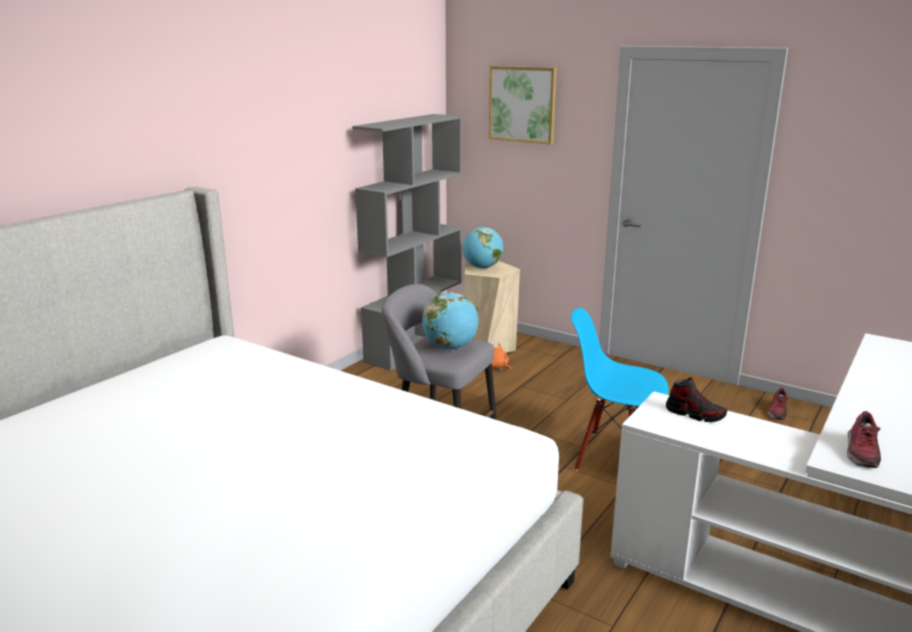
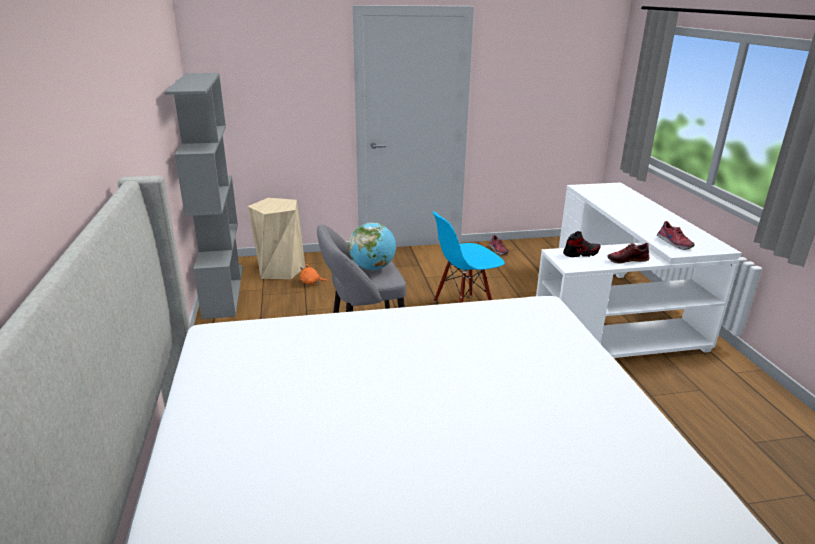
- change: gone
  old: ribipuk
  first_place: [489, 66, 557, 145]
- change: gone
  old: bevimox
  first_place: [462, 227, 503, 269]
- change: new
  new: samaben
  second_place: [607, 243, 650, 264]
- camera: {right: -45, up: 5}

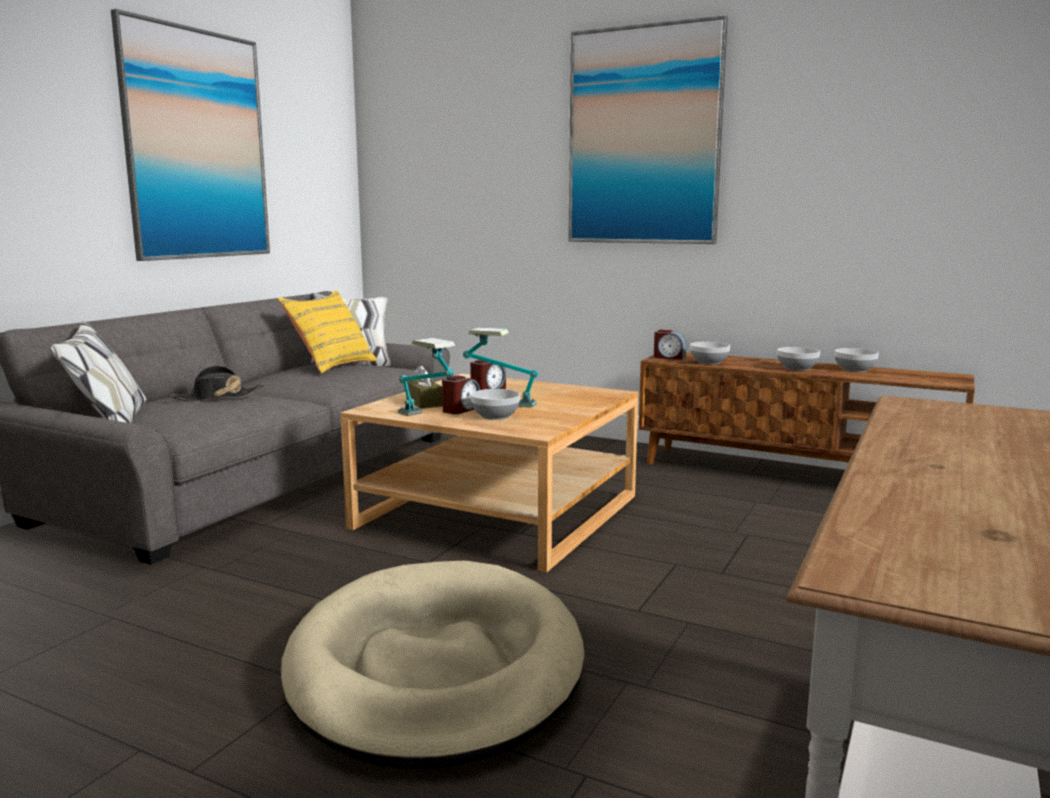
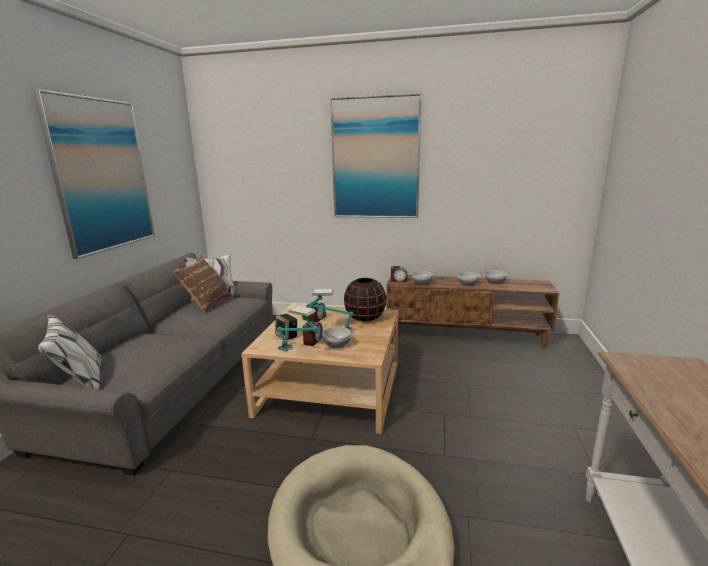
- change: repainted
  old: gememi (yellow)
  new: gememi (brown)
  first_place: [278, 290, 377, 373]
  second_place: [171, 256, 231, 313]
- change: swapped
  old: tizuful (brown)
  new: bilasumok
  first_place: [406, 365, 443, 409]
  second_place: [275, 314, 297, 340]
- change: gone
  old: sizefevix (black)
  first_place: [170, 366, 264, 402]
- change: new
  new: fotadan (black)
  second_place: [344, 278, 386, 322]
- camera: {right: -15, up: 5}

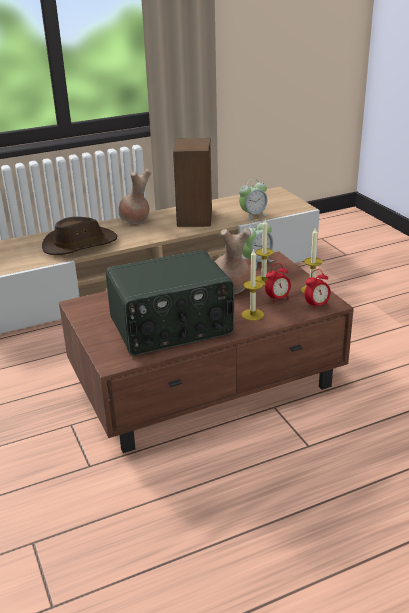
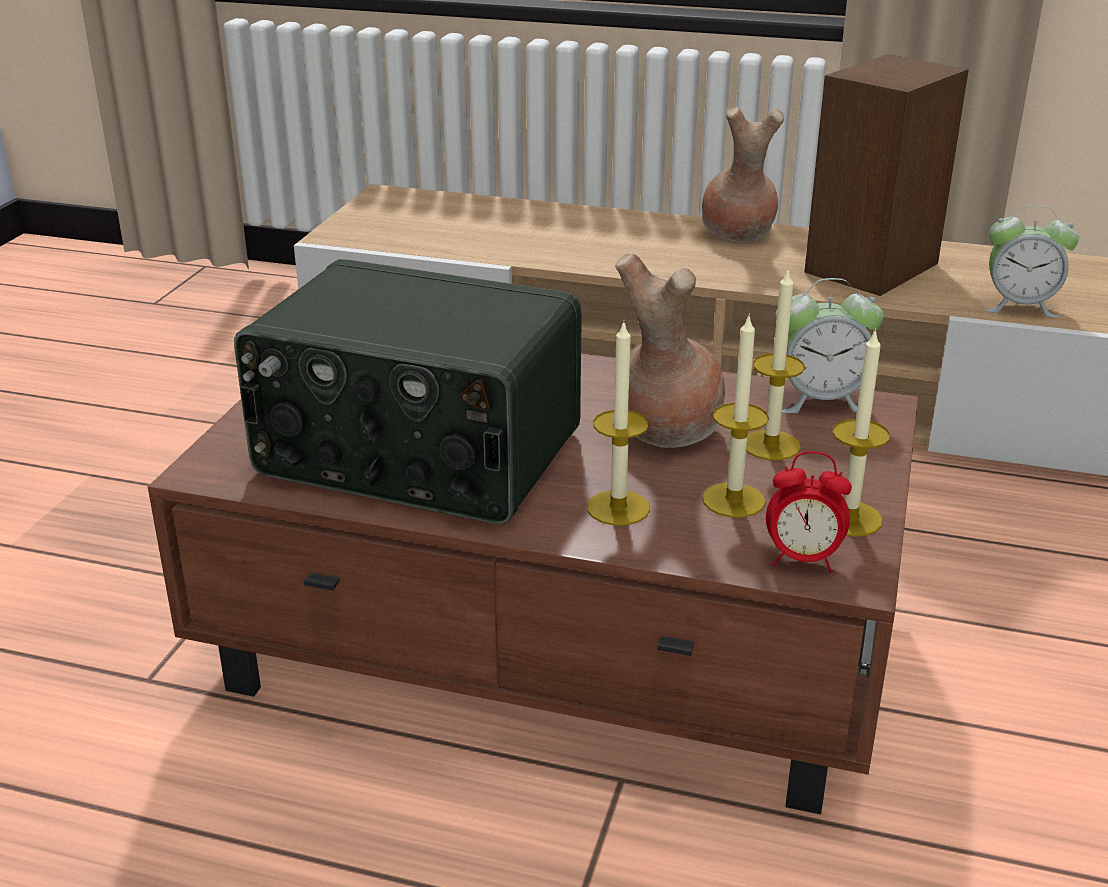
- change: gone
  old: sizefevix (brown)
  first_place: [42, 217, 117, 255]
- change: swapped
  old: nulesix
  new: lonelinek
  first_place: [265, 263, 291, 302]
  second_place: [702, 313, 769, 518]
- camera: {right: 40, up: 0}

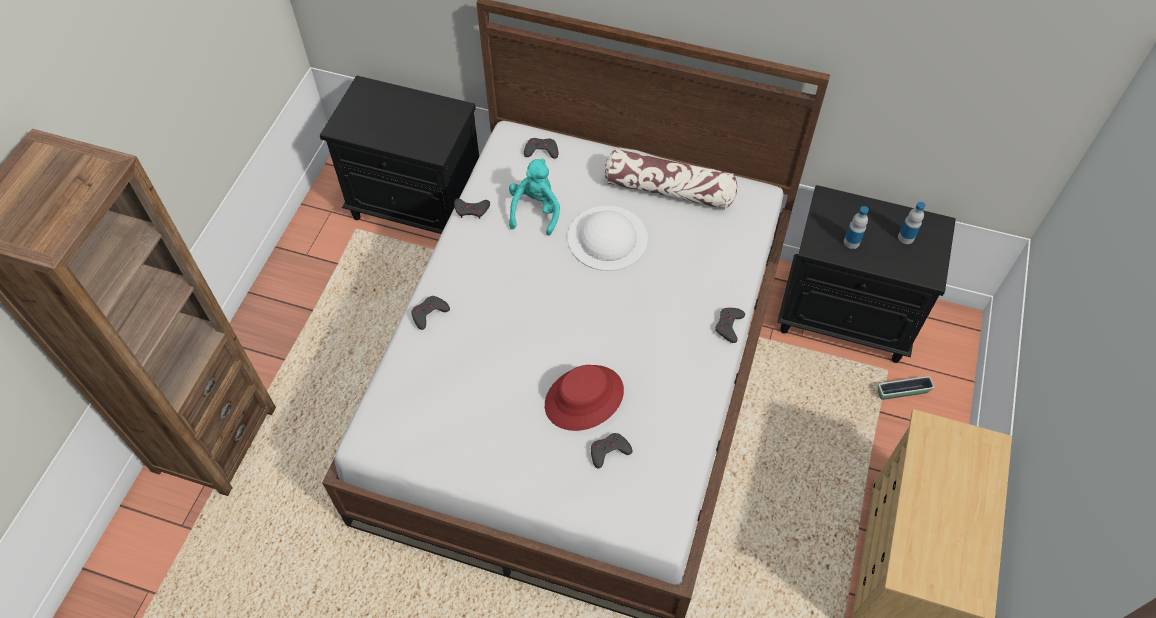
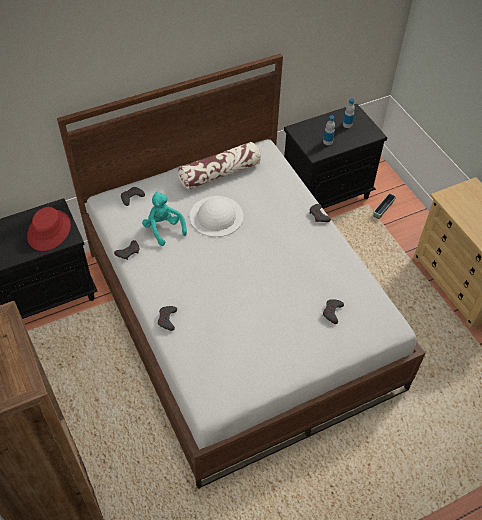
- change: shifted
  old: sizefevix (red)
  first_place: [545, 365, 624, 431]
  second_place: [27, 207, 71, 251]
- camera: {right: -45, up: -5}

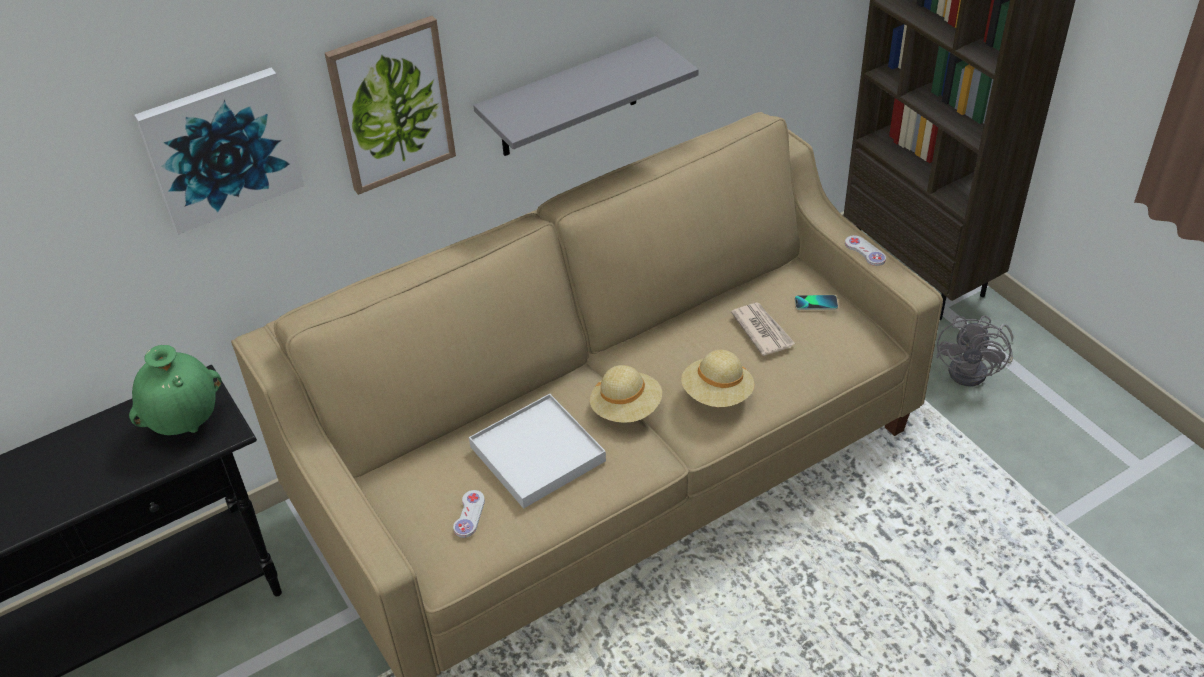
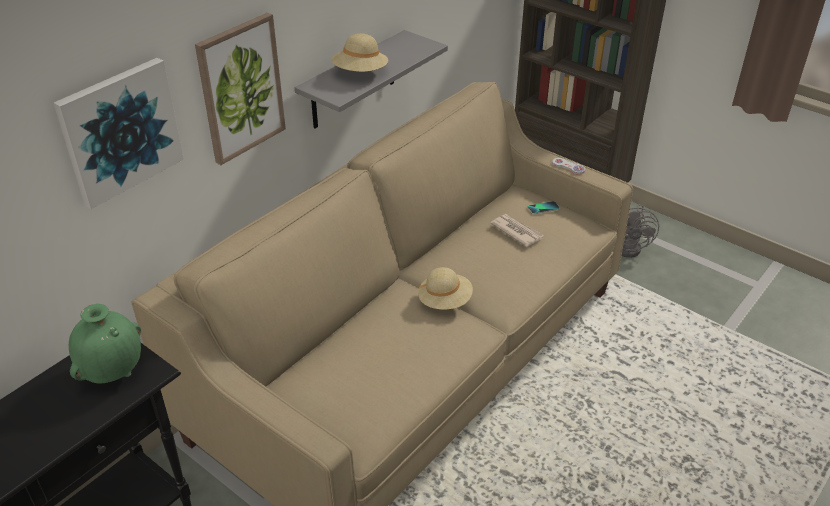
- change: shifted
  old: sizefevix (beige)
  first_place: [681, 350, 754, 407]
  second_place: [331, 33, 388, 72]
- change: gone
  old: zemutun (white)
  first_place: [469, 394, 606, 509]
- change: gone
  old: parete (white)
  first_place: [453, 490, 485, 538]
- camera: {right: -20, up: -5}

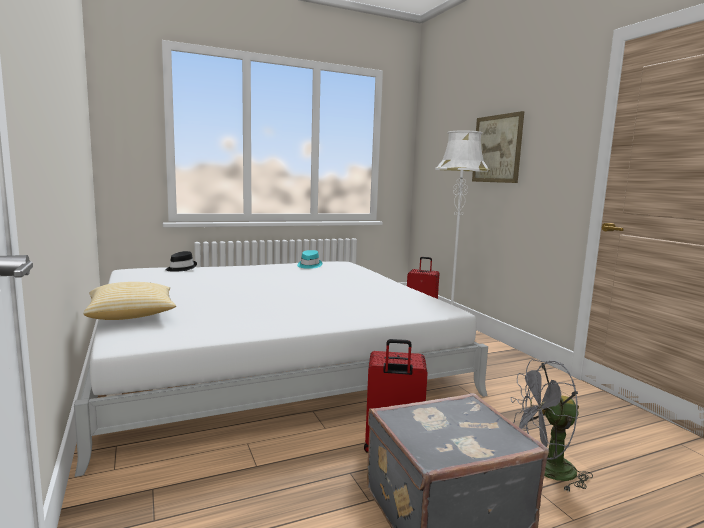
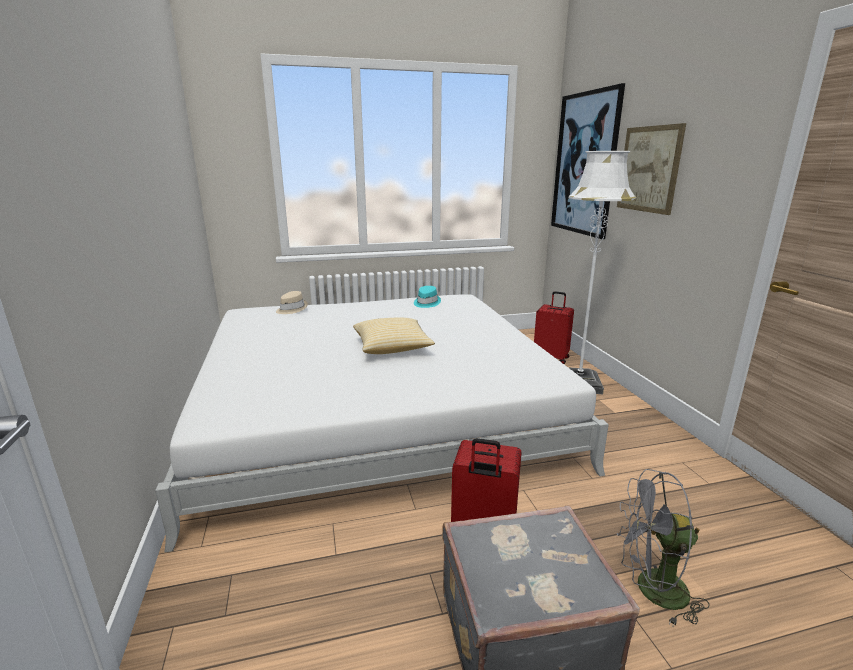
- change: repainted
  old: sizefevix (black)
  new: sizefevix (beige)
  first_place: [165, 251, 197, 271]
  second_place: [276, 291, 308, 314]
- change: shifted
  old: gememi
  first_place: [83, 282, 176, 320]
  second_place: [353, 318, 435, 354]
- change: new
  new: ribipuk
  second_place: [551, 83, 625, 239]
- camera: {right: 10, up: 10}

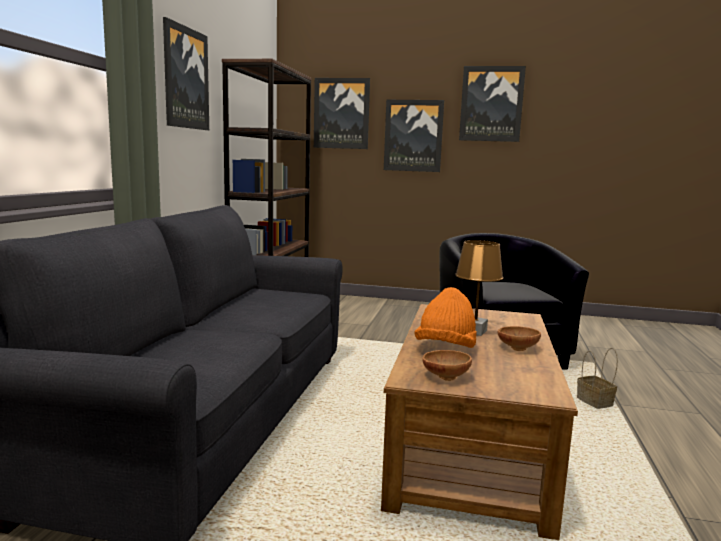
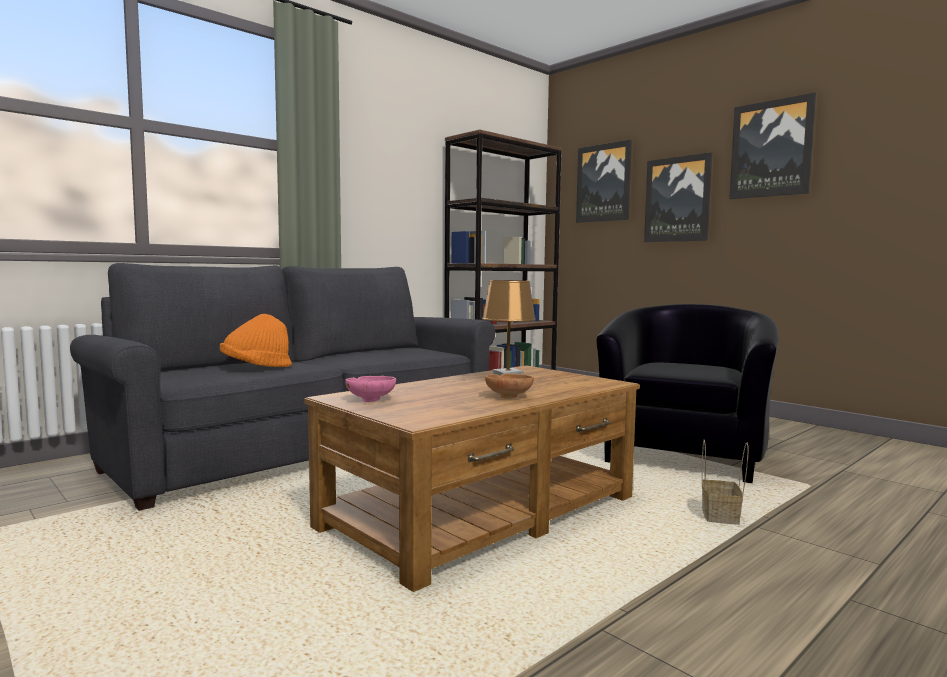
- change: gone
  old: ribipuk
  first_place: [163, 17, 209, 130]
- change: shifted
  old: sizefevix (orange)
  first_place: [414, 287, 477, 348]
  second_place: [220, 314, 292, 367]
- change: repainted
  old: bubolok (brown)
  new: bubolok (pink)
  first_place: [422, 350, 472, 381]
  second_place: [345, 376, 396, 402]
- camera: {right: 35, up: -5}

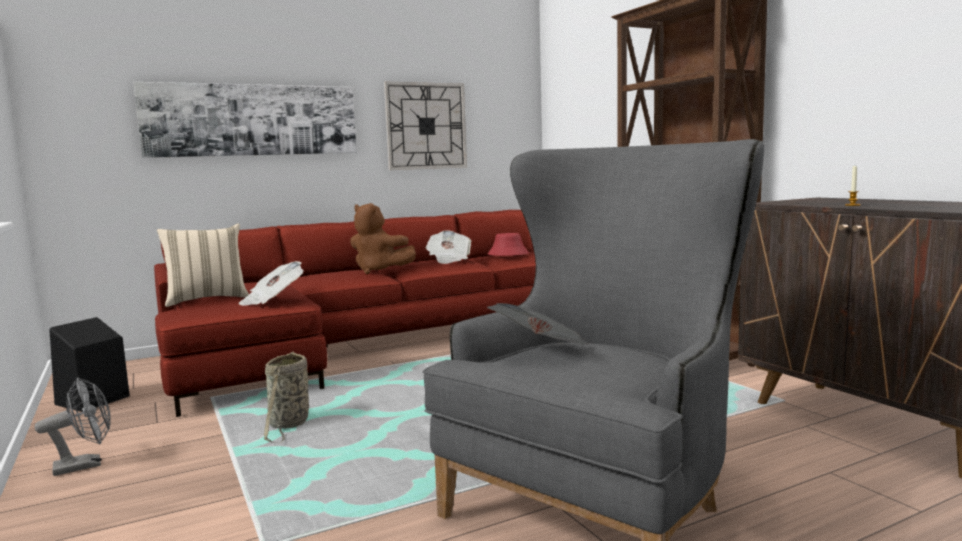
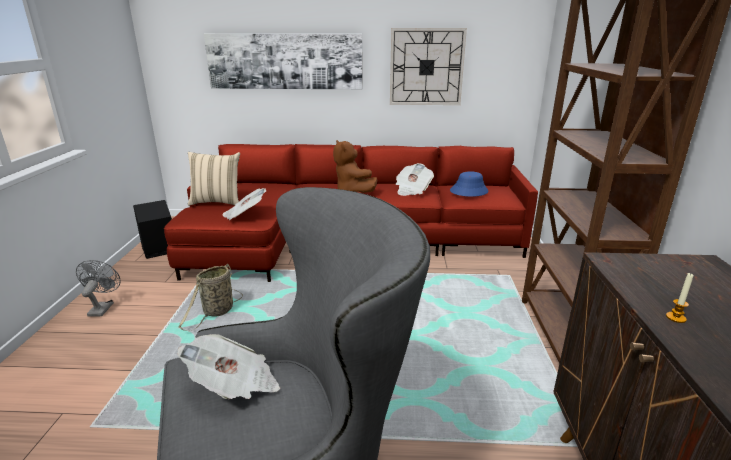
- change: repainted
  old: sizefevix (red)
  new: sizefevix (blue)
  first_place: [488, 233, 529, 256]
  second_place: [450, 171, 489, 197]
- change: rotated
  old: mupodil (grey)
  first_place: [35, 378, 111, 476]
  second_place: [76, 260, 120, 317]
  degrees: -90
- camera: {right: 30, up: 15}

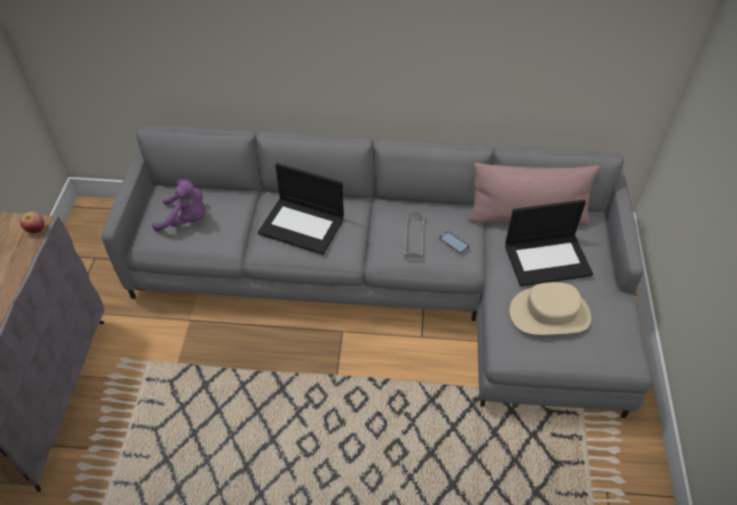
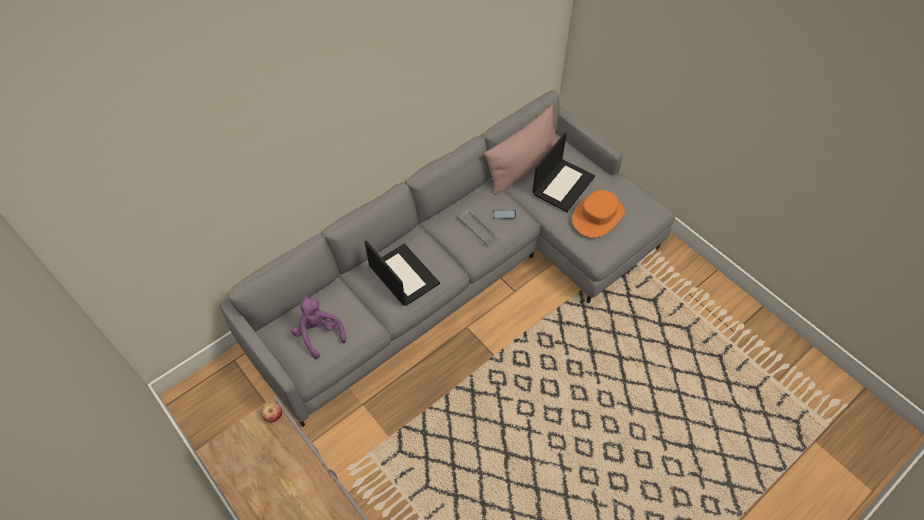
- change: rotated
  old: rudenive
  first_place: [258, 163, 344, 255]
  second_place: [365, 240, 440, 306]
  degrees: -105
- change: rotated
  old: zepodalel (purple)
  first_place: [152, 179, 205, 232]
  second_place: [291, 296, 346, 359]
  degrees: -90
- change: repainted
  old: sizefevix (beige)
  new: sizefevix (orange)
  first_place: [510, 282, 591, 335]
  second_place: [572, 190, 625, 238]
- camera: {right: -45, up: 5}

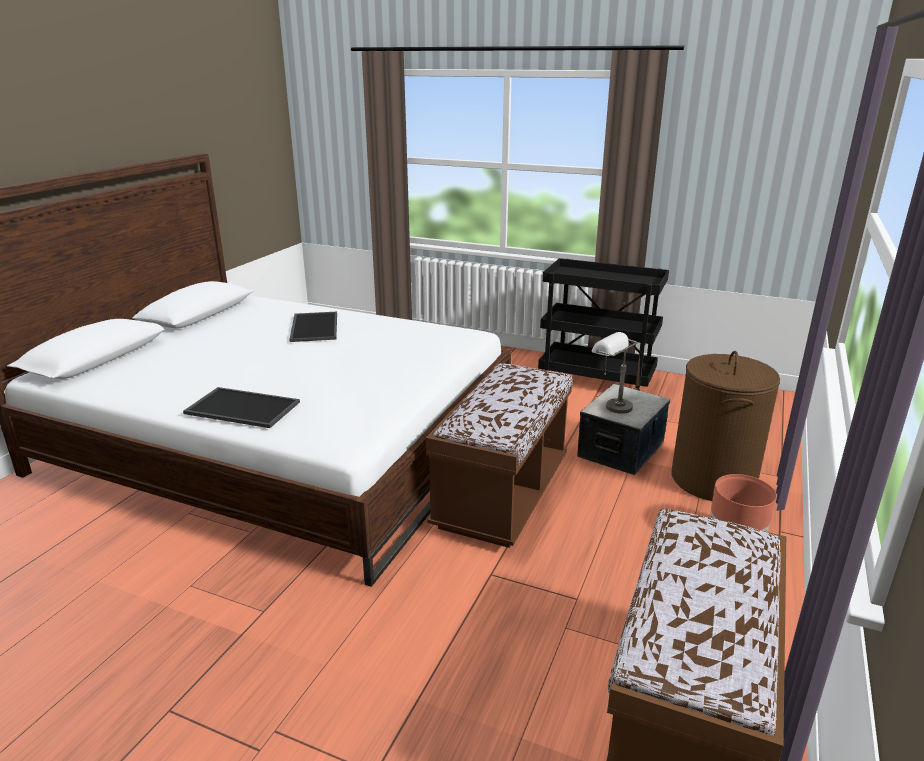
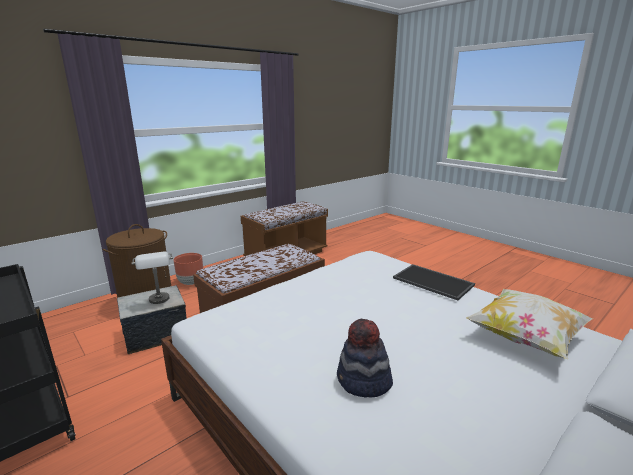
- change: swapped
  old: zemutun
  new: sizefevix
  first_place: [289, 312, 337, 342]
  second_place: [337, 319, 393, 397]
- change: new
  new: gememi
  second_place: [466, 289, 593, 359]
- camera: {right: -155, up: -5}

